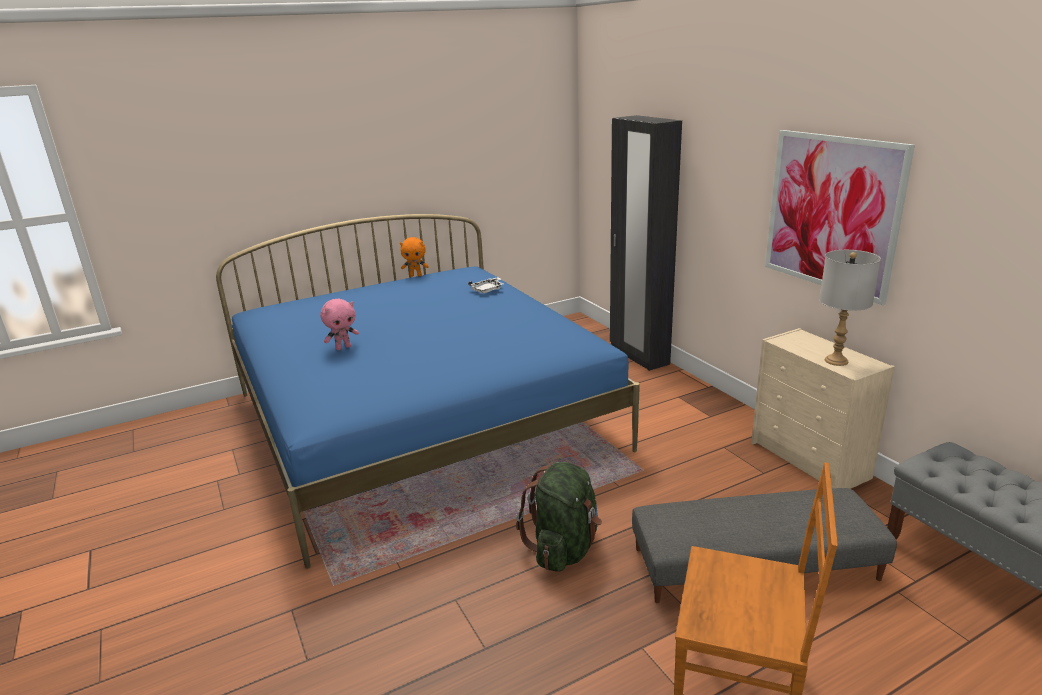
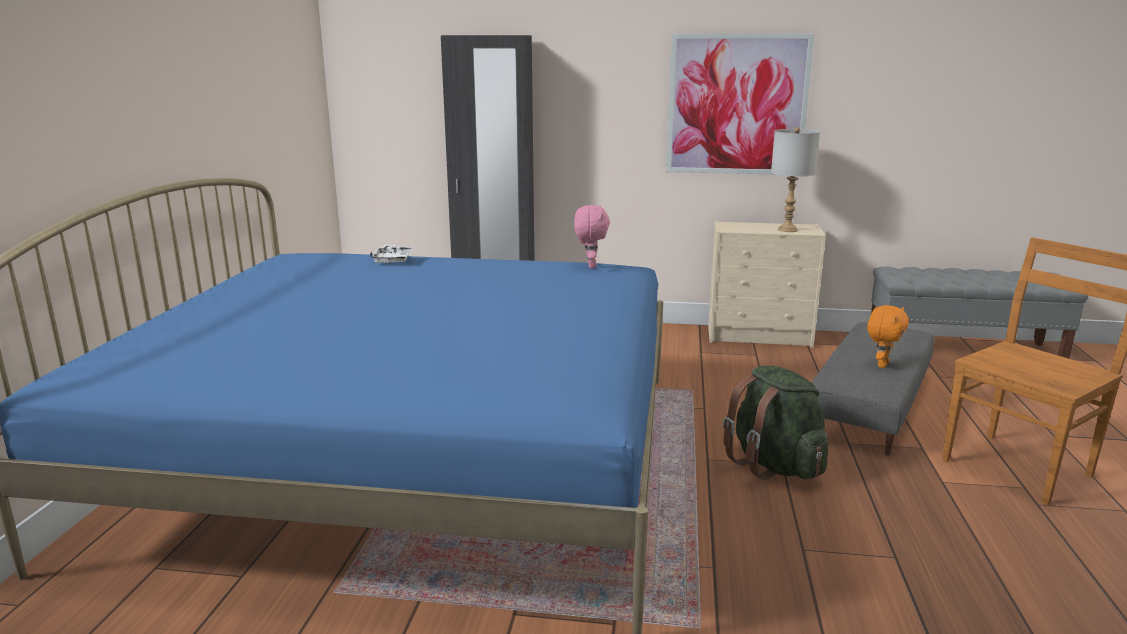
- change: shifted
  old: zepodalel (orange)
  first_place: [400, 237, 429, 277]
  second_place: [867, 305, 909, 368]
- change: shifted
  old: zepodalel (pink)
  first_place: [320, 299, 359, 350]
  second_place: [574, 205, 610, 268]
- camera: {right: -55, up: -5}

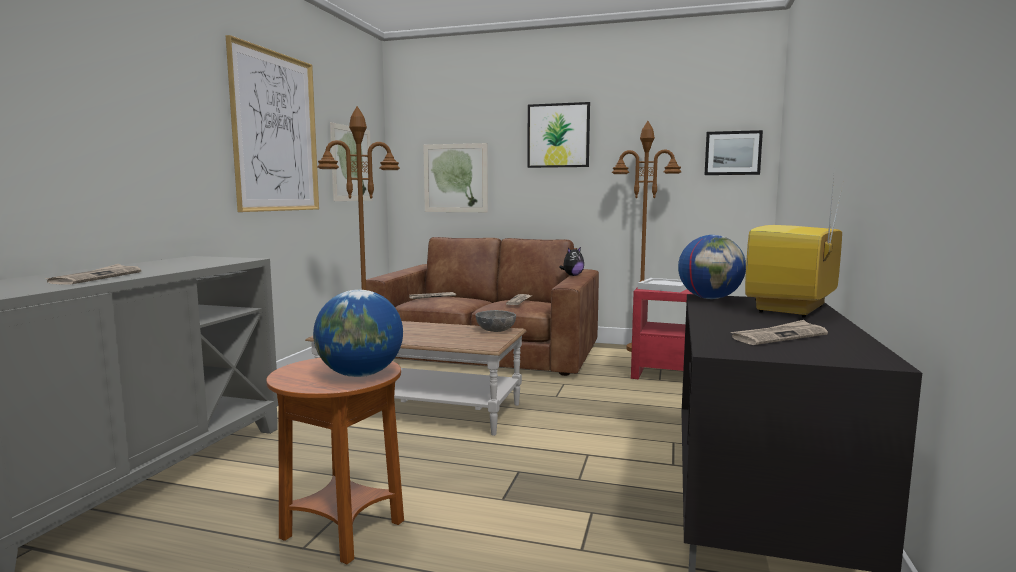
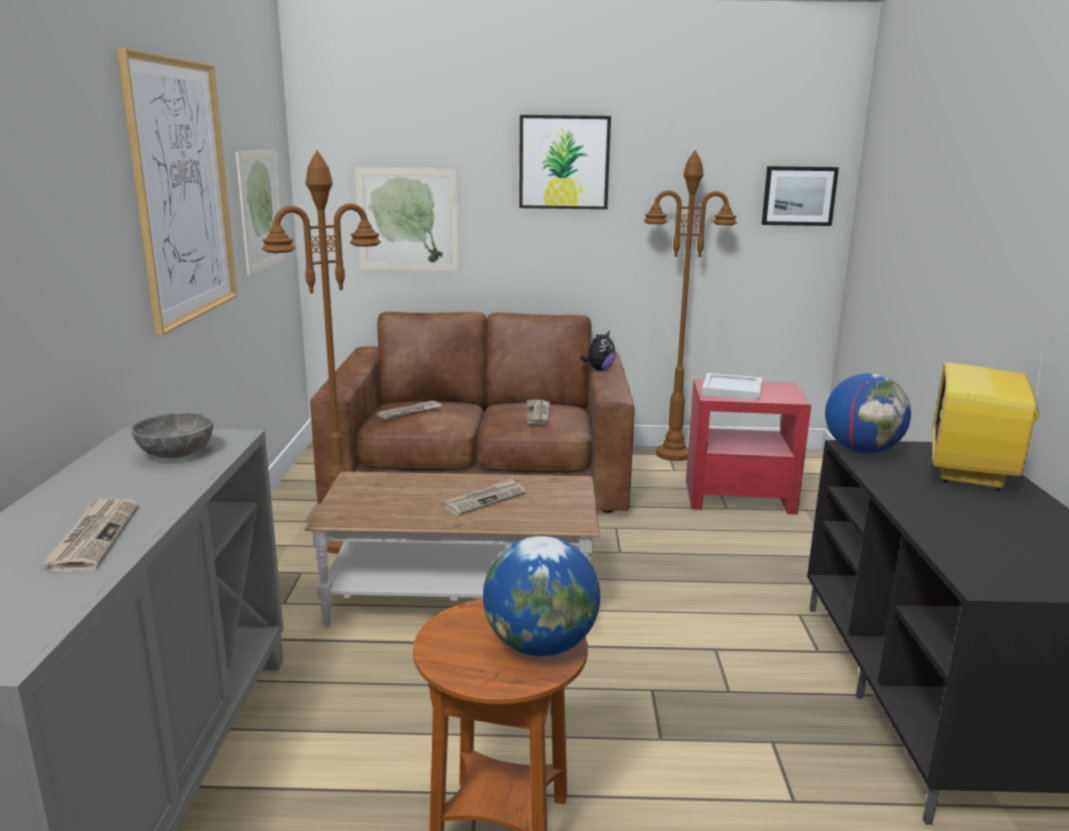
- change: shifted
  old: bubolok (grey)
  first_place: [475, 310, 516, 332]
  second_place: [131, 412, 214, 458]
- change: shifted
  old: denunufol
  first_place: [730, 320, 828, 345]
  second_place: [444, 478, 526, 515]
- camera: {right: -15, up: 10}

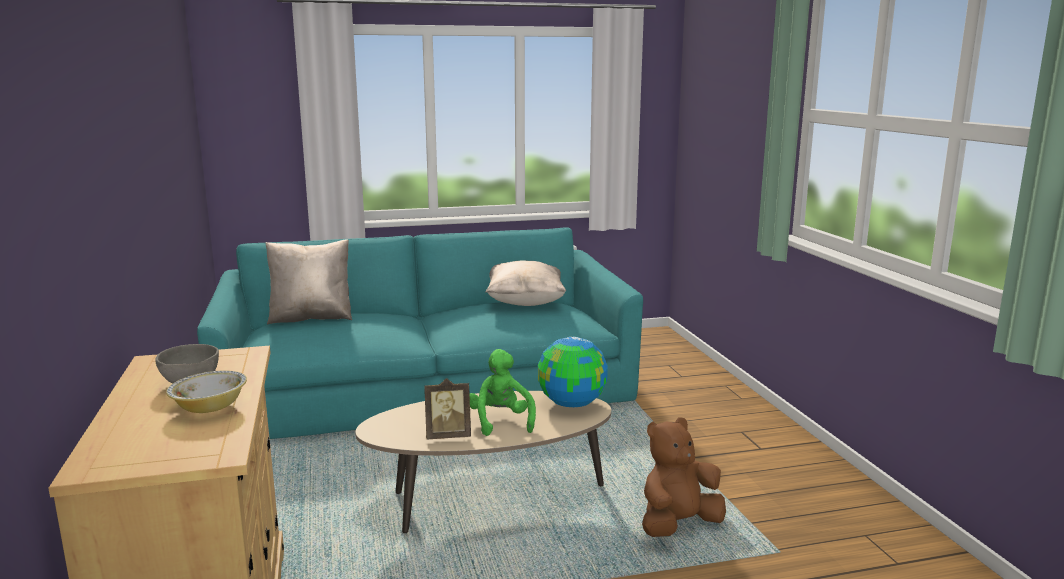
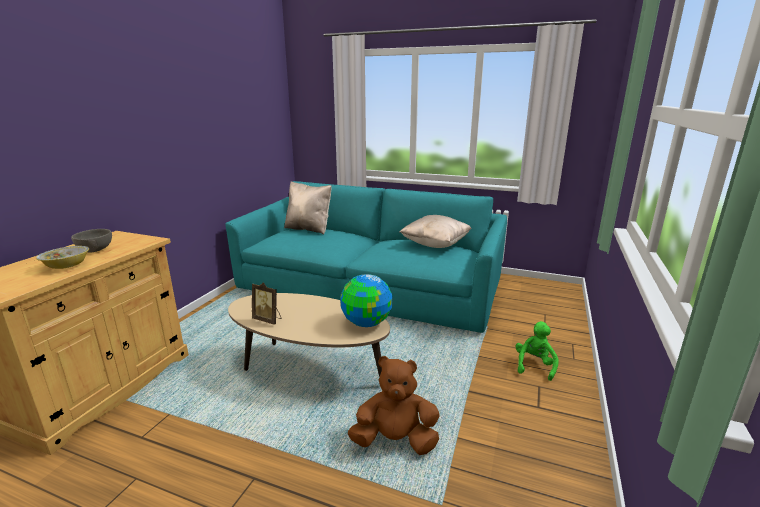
- change: shifted
  old: zepodalel (green)
  first_place: [470, 349, 536, 436]
  second_place: [515, 321, 559, 381]
- camera: {right: 35, up: 5}

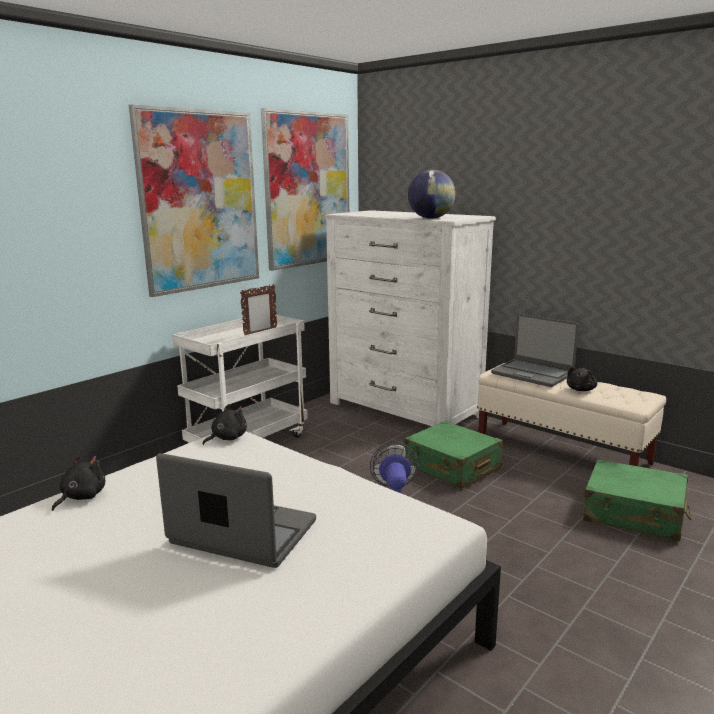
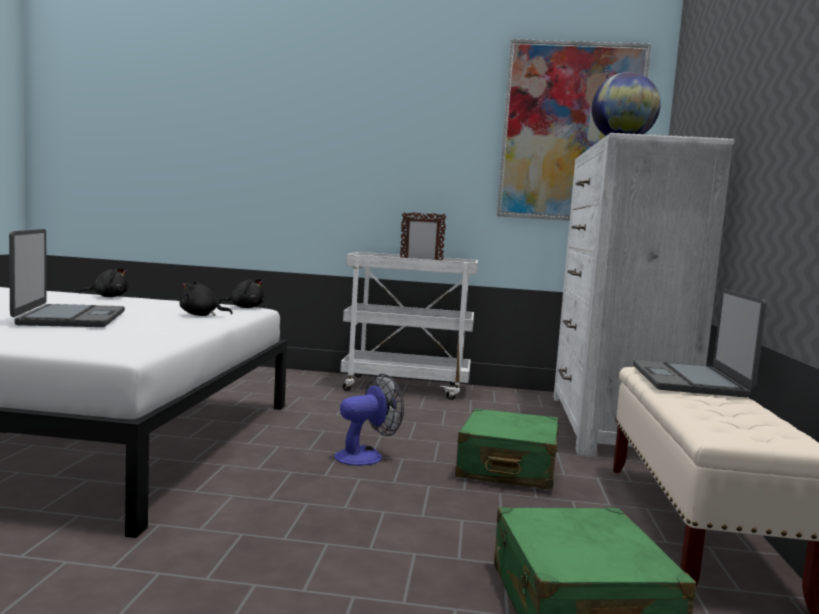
- change: gone
  old: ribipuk
  first_place: [129, 104, 259, 297]
- change: shifted
  old: zepodalel (black)
  first_place: [567, 367, 597, 391]
  second_place: [180, 281, 233, 316]
- camera: {right: 55, up: -10}

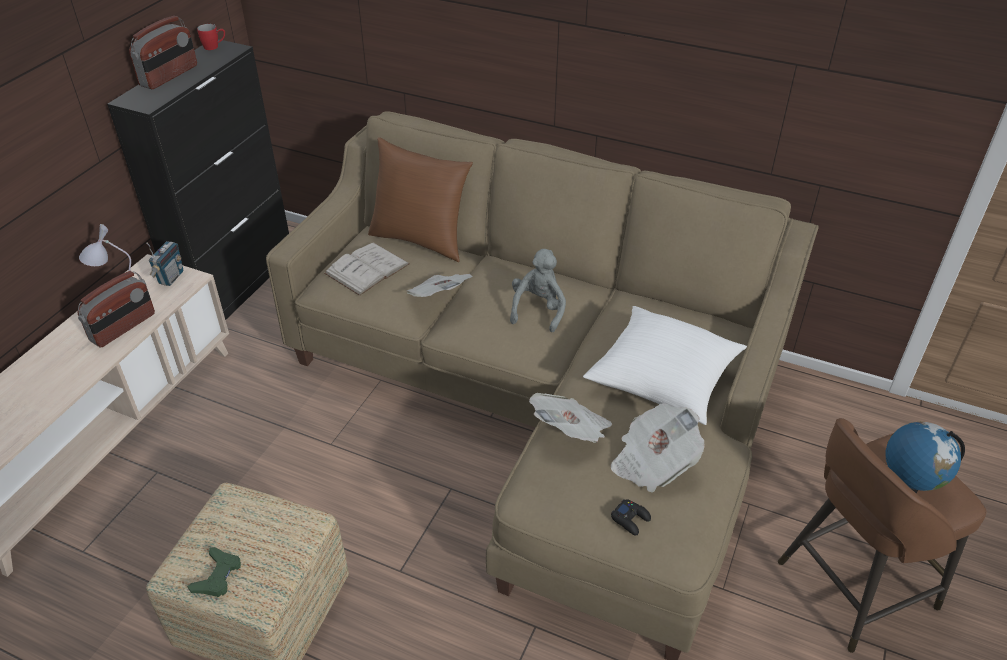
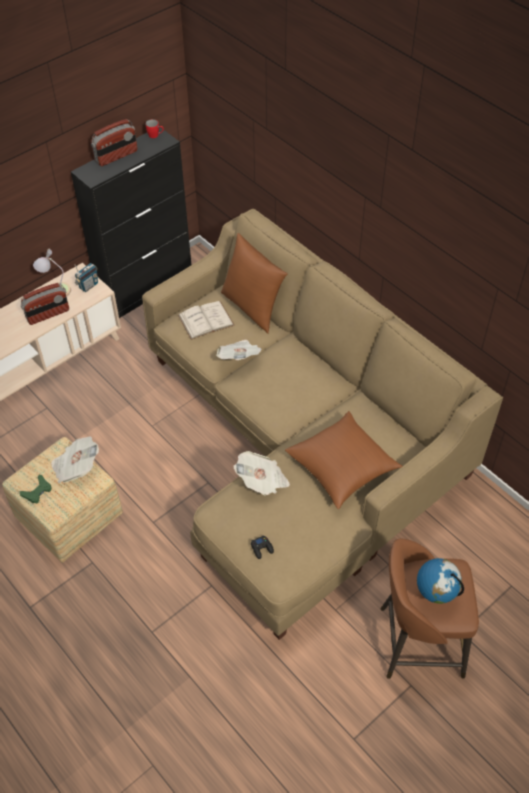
- change: gone
  old: zepodalel (grey)
  first_place: [510, 249, 566, 332]
- change: repainted
  old: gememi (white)
  new: gememi (brown)
  first_place: [583, 306, 747, 425]
  second_place: [285, 411, 402, 509]
- change: shifted
  old: denunufol
  first_place: [611, 403, 705, 493]
  second_place: [51, 436, 99, 484]
- camera: {right: 25, up: 10}

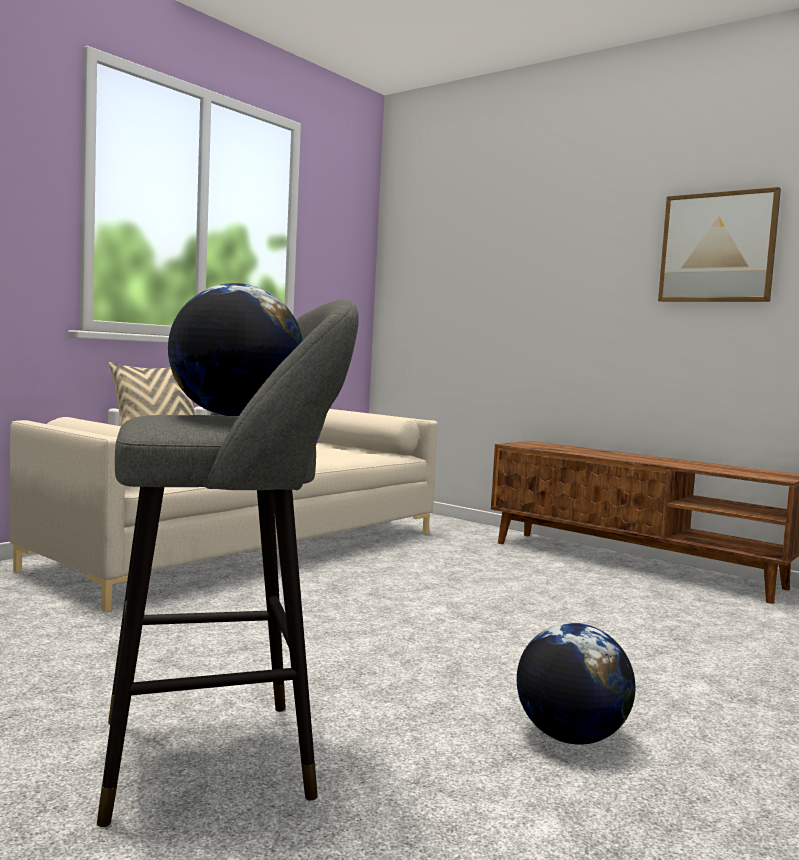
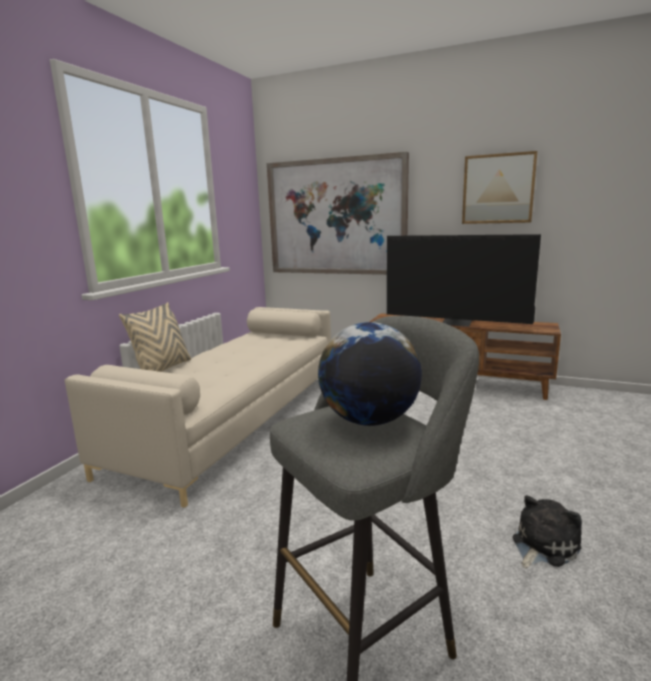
- change: swapped
  old: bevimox
  new: zepodalel
  first_place: [517, 623, 636, 745]
  second_place: [513, 495, 582, 568]
- change: new
  new: ribipuk
  second_place: [267, 152, 409, 275]
- change: new
  new: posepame
  second_place: [387, 234, 541, 327]
- camera: {right: -15, up: 10}

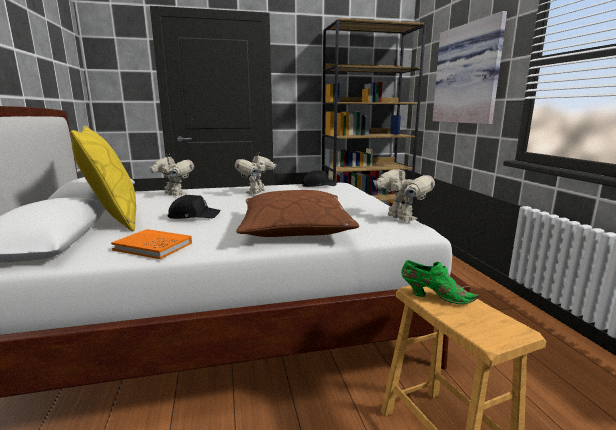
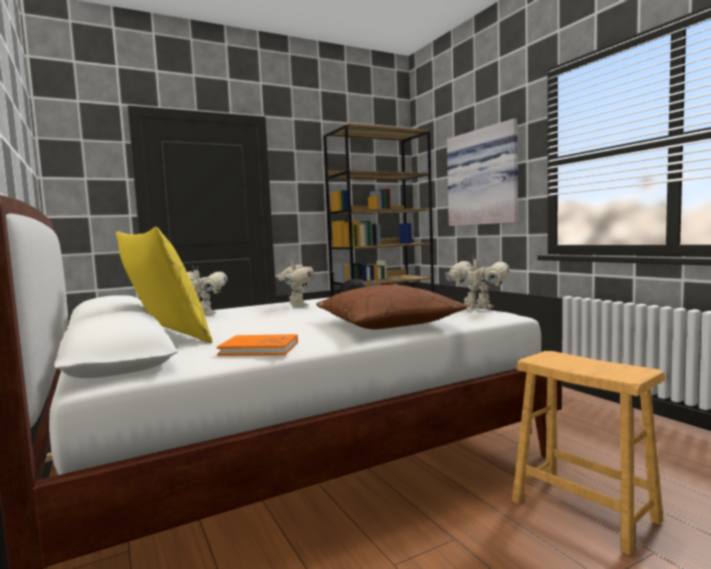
- change: rotated
  old: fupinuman
  first_place: [235, 151, 277, 194]
  second_place: [277, 260, 315, 307]
  degrees: 150
- change: gone
  old: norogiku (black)
  first_place: [167, 195, 221, 219]
- change: gone
  old: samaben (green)
  first_place: [401, 260, 480, 304]
- camera: {right: -15, up: -10}

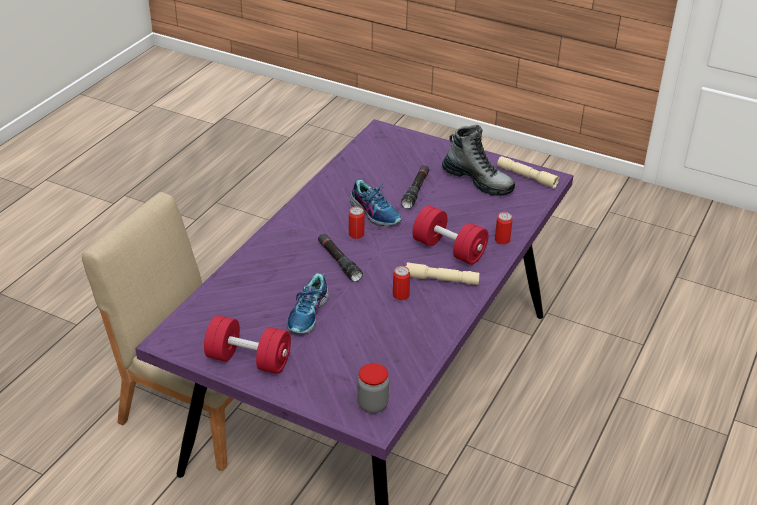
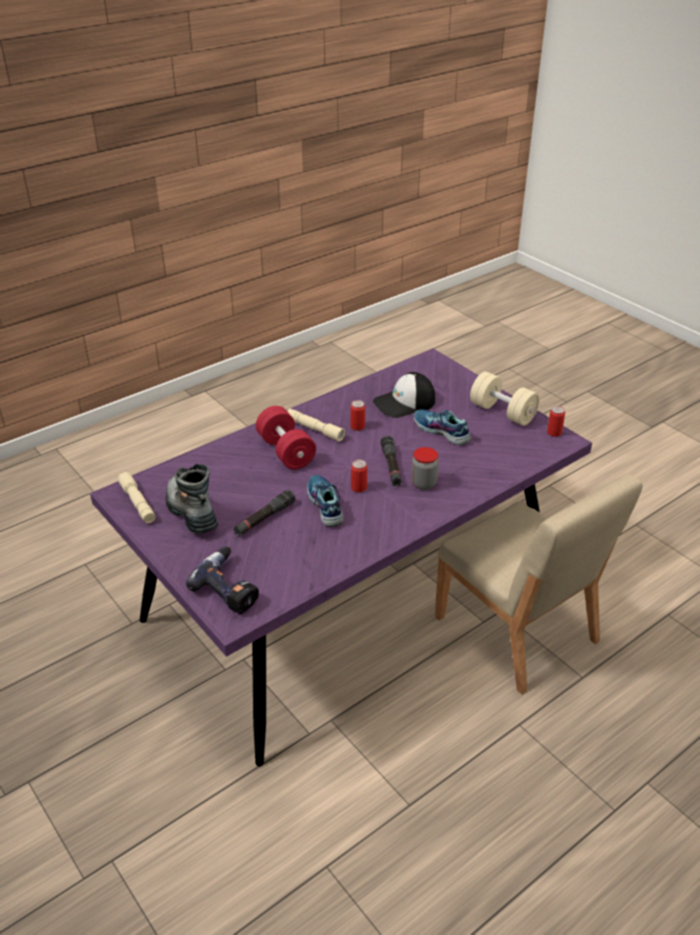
- change: shifted
  old: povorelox
  first_place: [495, 212, 513, 245]
  second_place: [547, 406, 565, 437]
- change: rotated
  old: samaben
  first_place: [287, 273, 329, 334]
  second_place: [414, 409, 471, 445]
  degrees: -90
- change: repainted
  old: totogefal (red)
  new: totogefal (beige)
  first_place: [204, 315, 291, 374]
  second_place: [470, 372, 540, 426]
- change: shifted
  old: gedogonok
  first_place: [358, 363, 389, 413]
  second_place: [411, 447, 439, 490]
- change: new
  new: norogiku
  second_place: [373, 372, 435, 418]
- change: new
  new: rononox
  second_place: [186, 546, 259, 614]
- camera: {right: -155, up: 0}

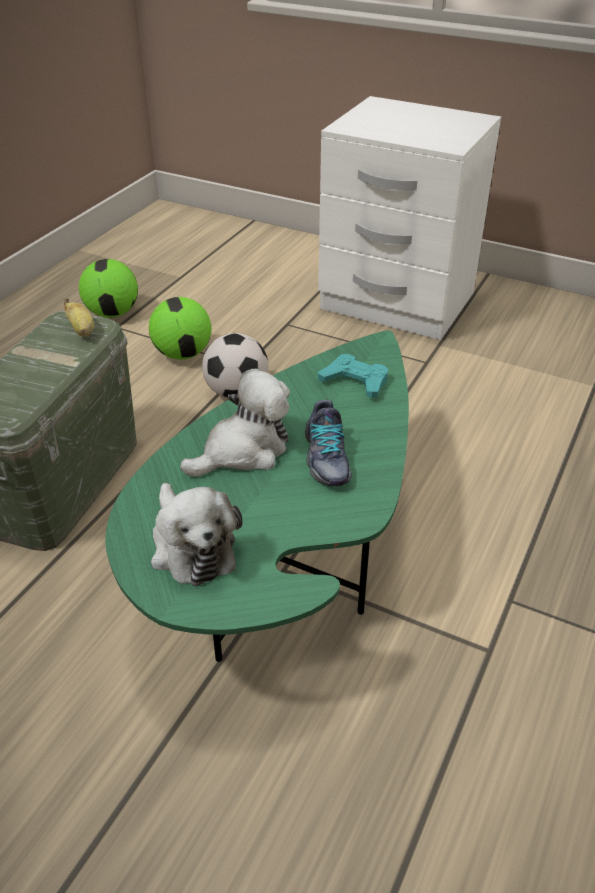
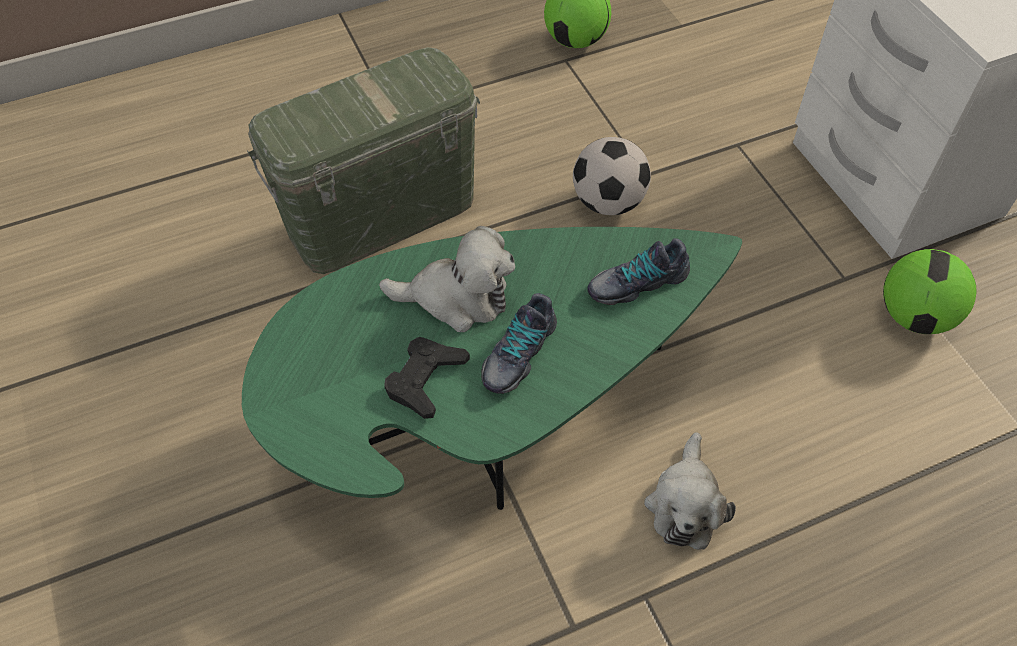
- change: shifted
  old: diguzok
  first_place: [149, 297, 211, 360]
  second_place: [883, 249, 976, 334]
- change: gone
  old: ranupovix
  first_place: [64, 298, 94, 337]
- change: swapped
  old: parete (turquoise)
  new: samaben
  first_place: [318, 354, 388, 398]
  second_place: [587, 238, 690, 305]
- change: shifted
  old: zepodalel
  first_place: [151, 483, 243, 586]
  second_place: [644, 432, 736, 550]
- change: new
  new: parete (black)
  second_place: [384, 337, 470, 419]
- camera: {right: 40, up: 15}

